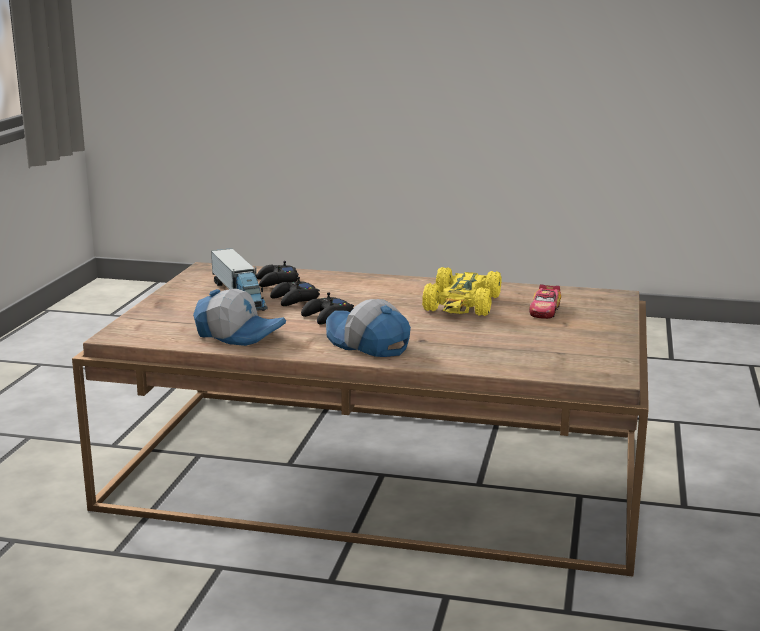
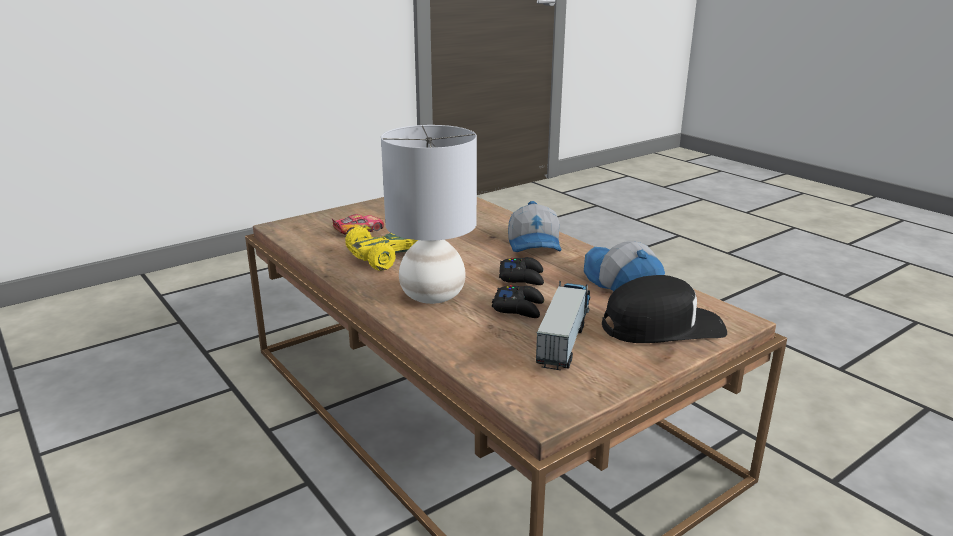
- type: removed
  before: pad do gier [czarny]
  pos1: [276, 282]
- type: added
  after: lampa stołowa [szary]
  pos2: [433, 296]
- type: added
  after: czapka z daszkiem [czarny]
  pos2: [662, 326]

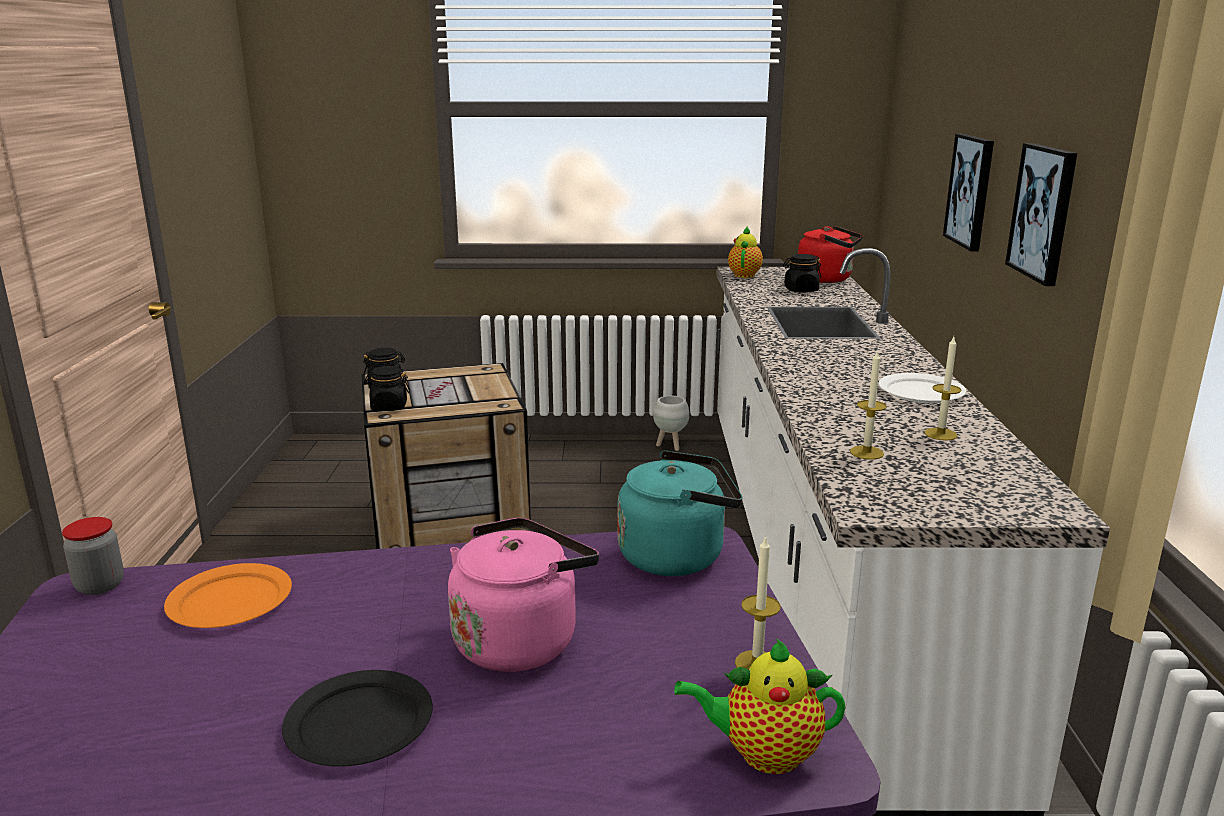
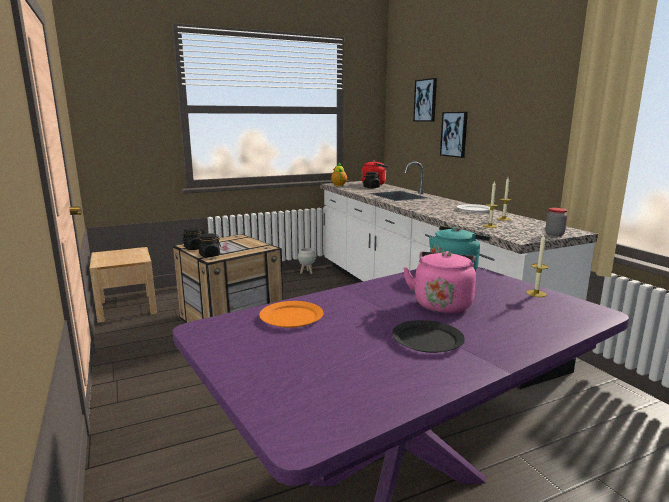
- type: removed
  before: imbryk
  pos1: [763, 754]
- type: added
  after: szafka nocna [beżowy]
  pos2: [127, 307]
- type: moved
  before: słoik
  pos1: [100, 585]
  pos2: [554, 234]
- type: moved
  before: obraz
  pos1: [1043, 212]
  pos2: [425, 100]

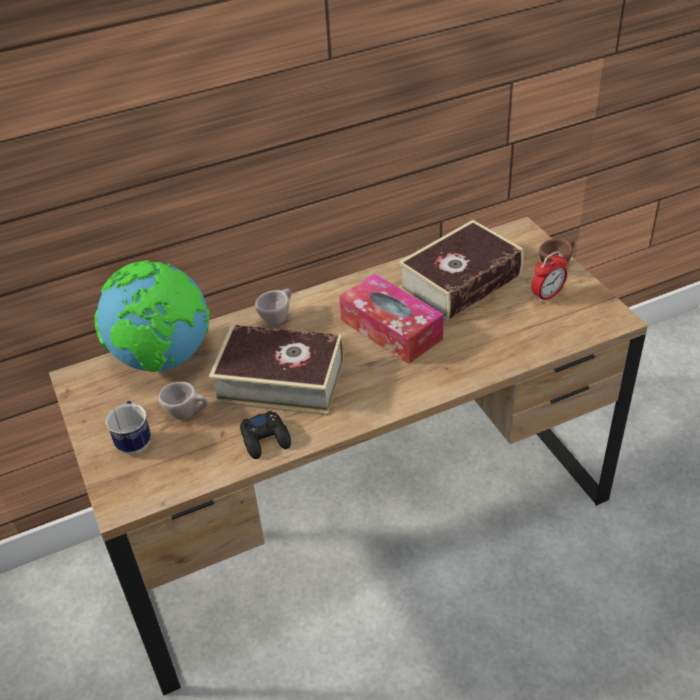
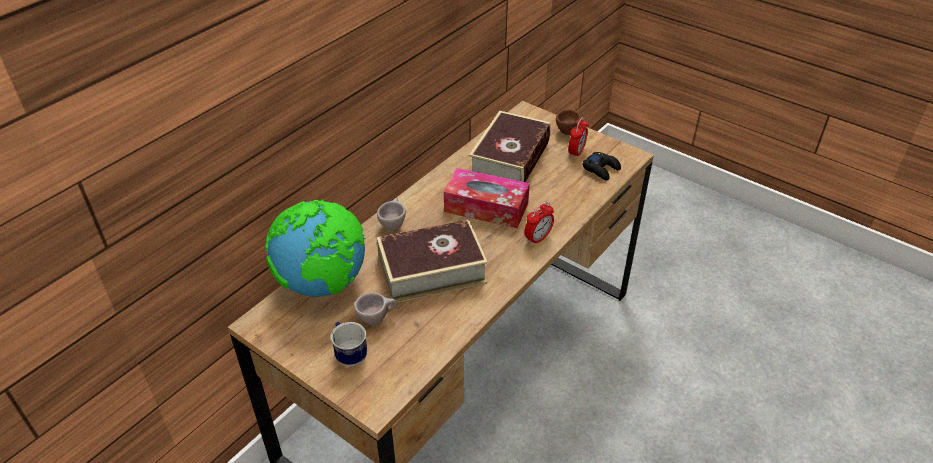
- type: added
  after: budzik
  pos2: [538, 238]
- type: moved
  before: pad do gier [czarny]
  pos1: [266, 439]
  pos2: [601, 169]

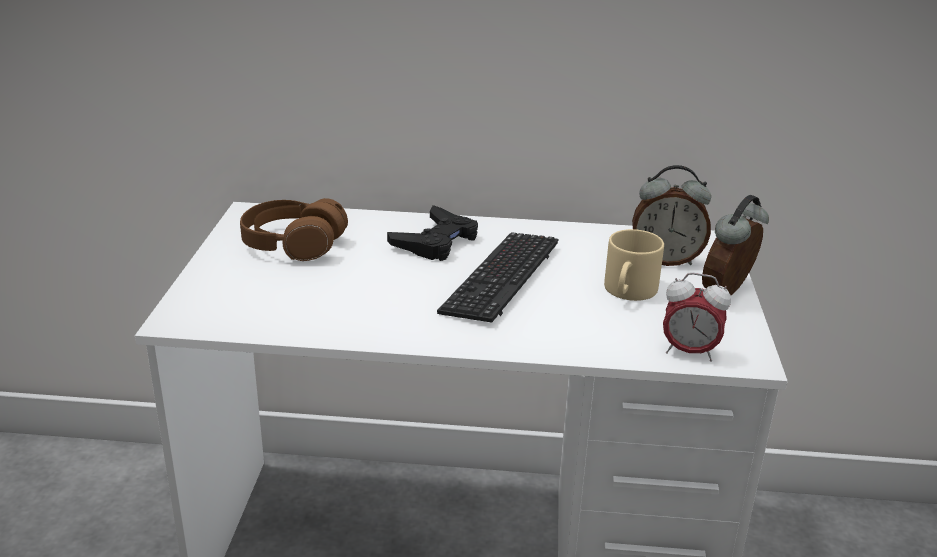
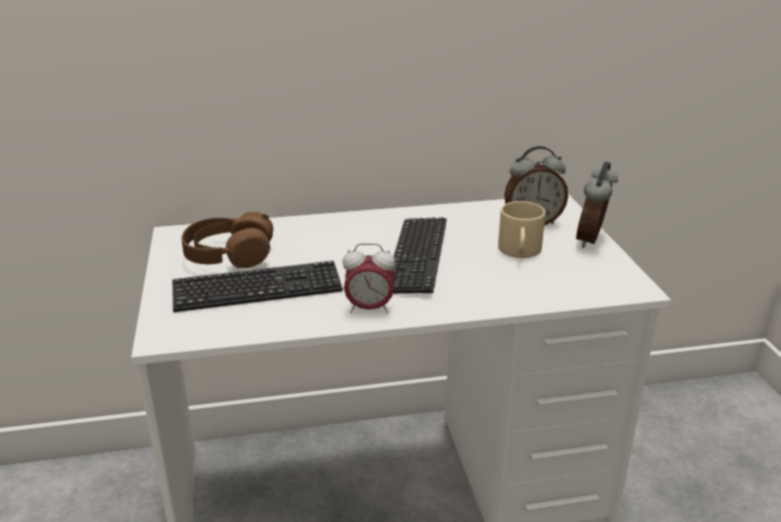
- type: removed
  before: pad do gier [czarny]
  pos1: [436, 242]
- type: added
  after: klawiatura
  pos2: [257, 289]
- type: moved
  before: budzik
  pos1: [689, 352]
  pos2: [369, 308]

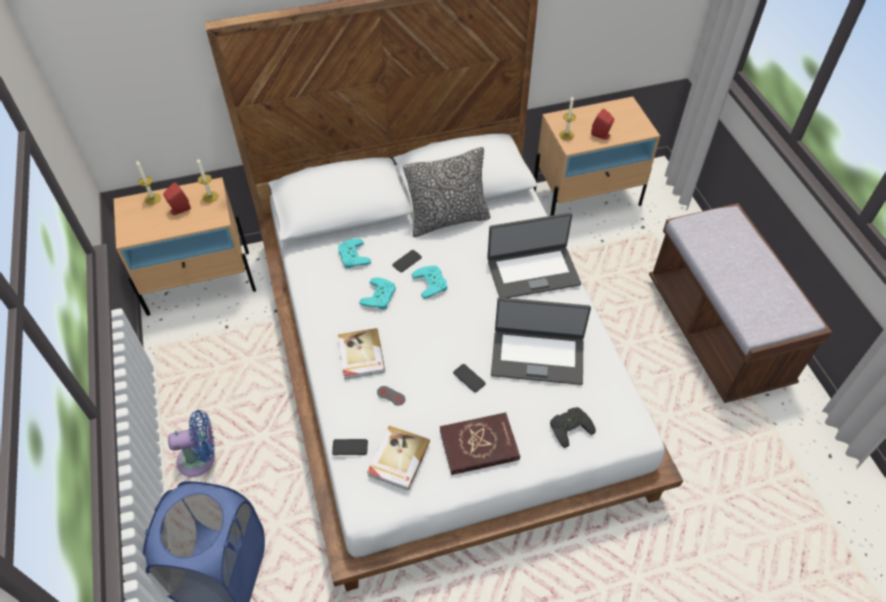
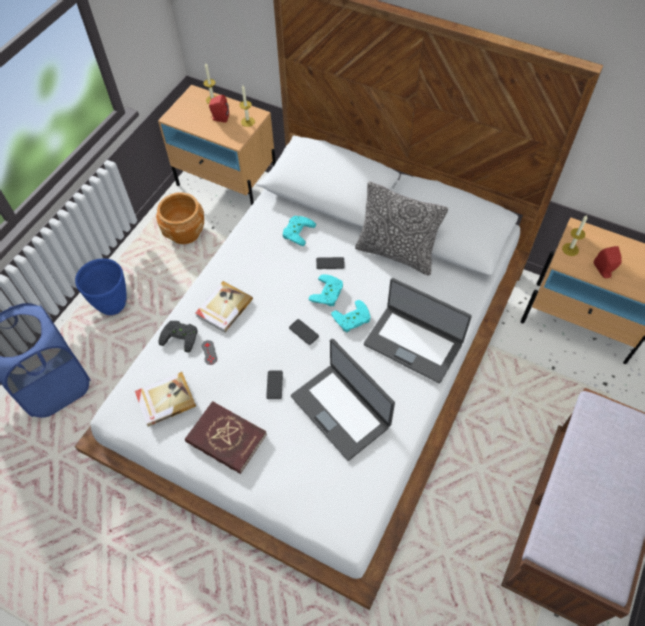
- type: added
  after: donica [brązowy]
  pos2: [185, 233]
- type: moved
  before: telefon
  pos1: [350, 447]
  pos2: [303, 332]
- type: moved
  before: pad do gier [turkusowy]
  pos1: [381, 297]
  pos2: [352, 320]
- type: moved
  before: pad do gier [czarny]
  pos1: [569, 426]
  pos2: [181, 335]
- type: replaced
  before: wentylator [niebieski]
  after: donica [niebieski]
  pos1: [201, 459]
  pos2: [112, 304]

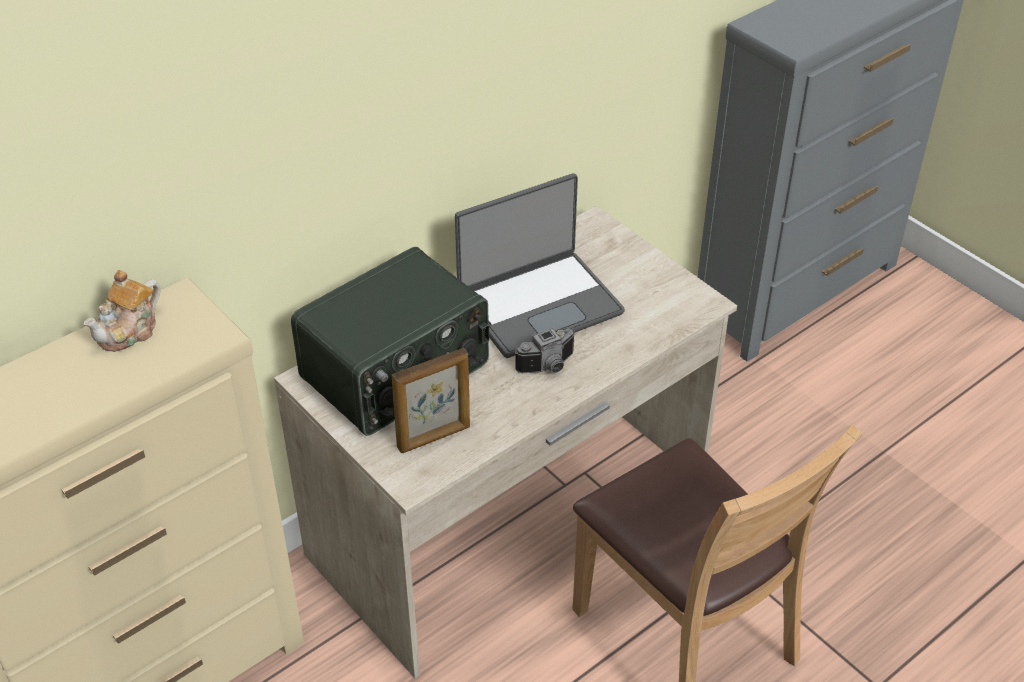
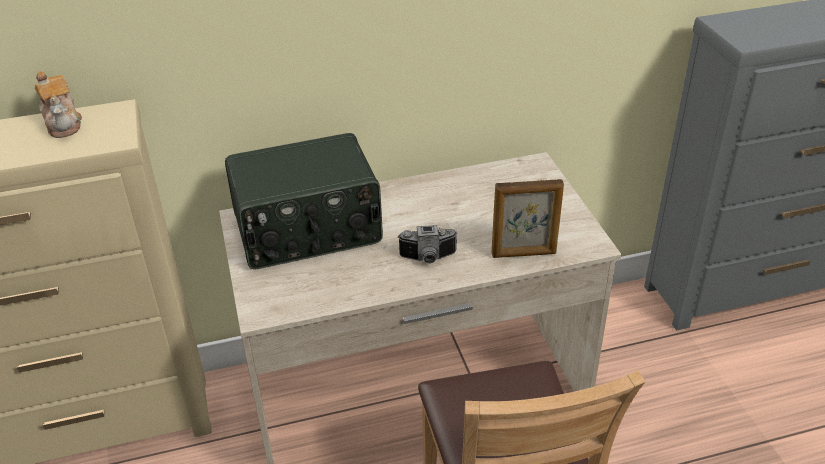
- type: removed
  before: laptop
  pos1: [539, 304]
- type: moved
  before: ramka na zdjęcie
  pos1: [434, 437]
  pos2: [524, 254]
- type: turned
  before: imbryk
  pos1: [130, 331]
  pos2: [63, 123]
  turn: -90

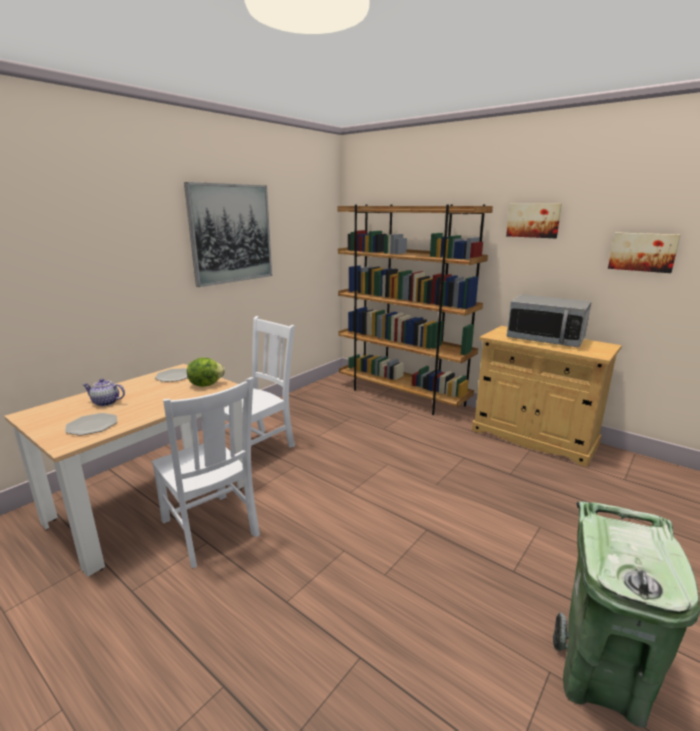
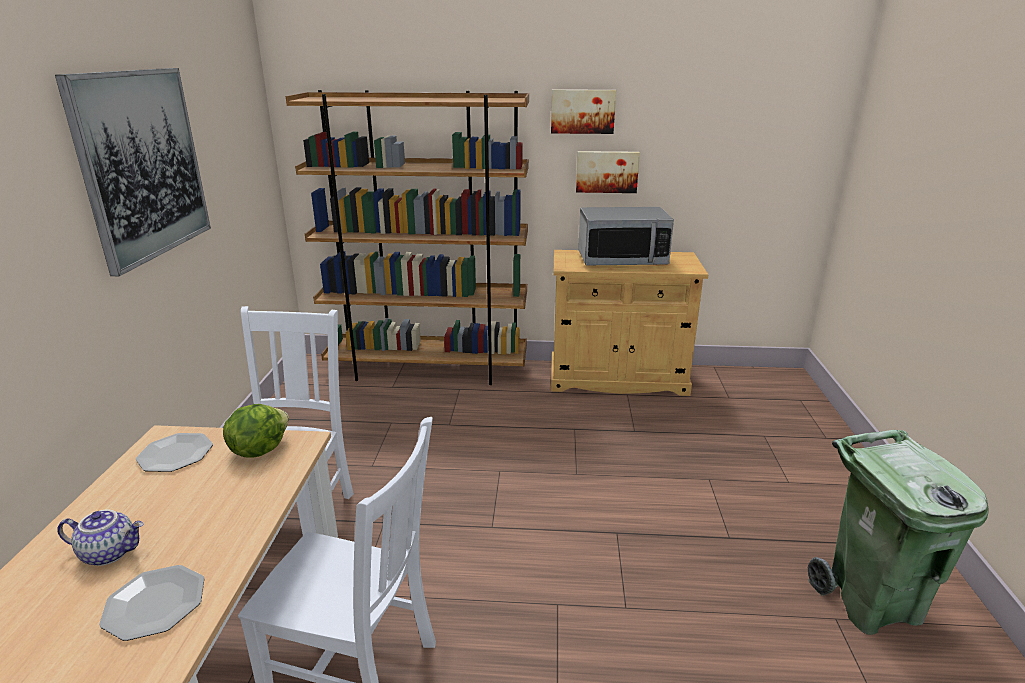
- type: moved
  before: obraz
  pos1: [642, 252]
  pos2: [607, 171]
- type: turned
  before: imbryk
  pos1: [105, 403]
  pos2: [110, 552]
  turn: -150

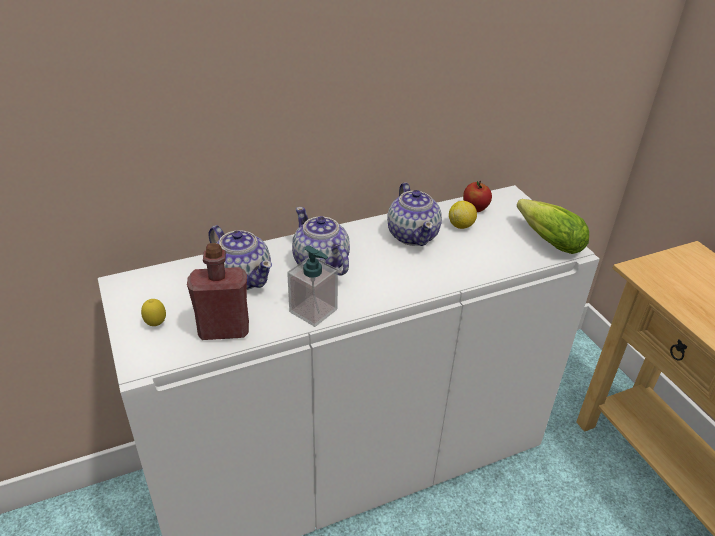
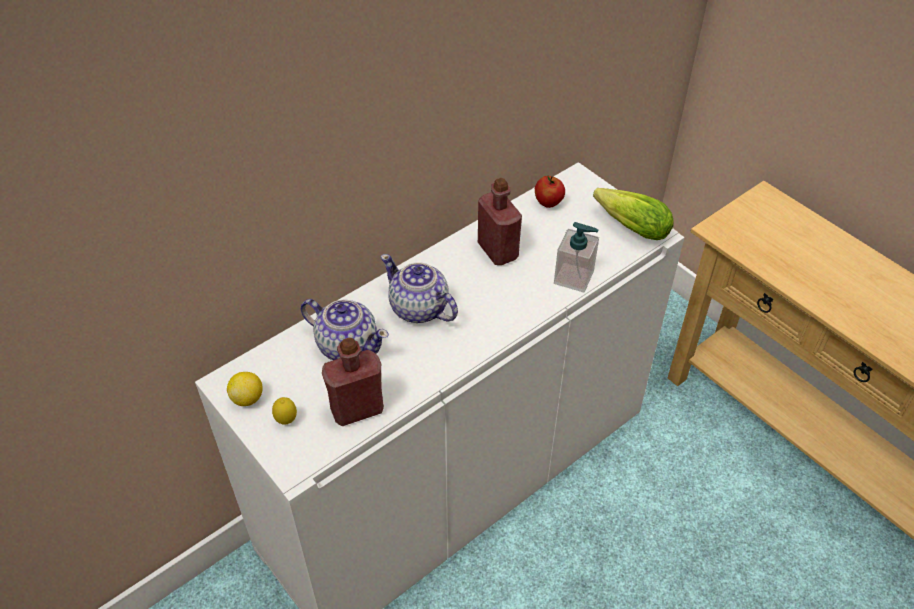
- type: moved
  before: dozownik mydła
  pos1: [313, 311]
  pos2: [574, 277]
- type: moved
  before: cytryna
  pos1: [461, 225]
  pos2: [248, 398]
- type: replaced
  before: imbryk
  after: butelka [czerwony]
  pos1: [413, 235]
  pos2: [497, 251]

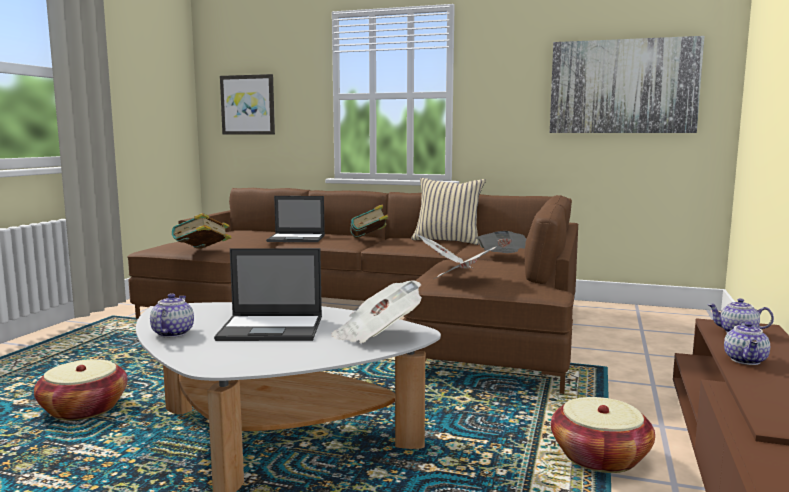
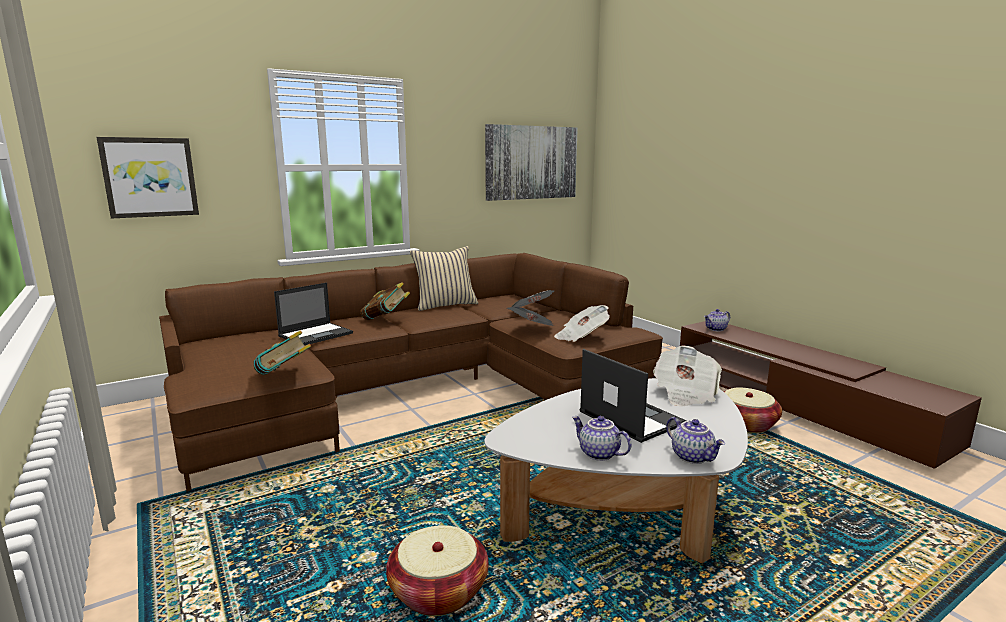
- type: moved
  before: imbryk
  pos1: [746, 360]
  pos2: [693, 457]
- type: turned
  before: laptop
  pos1: [272, 328]
  pos2: [630, 417]
  turn: -75

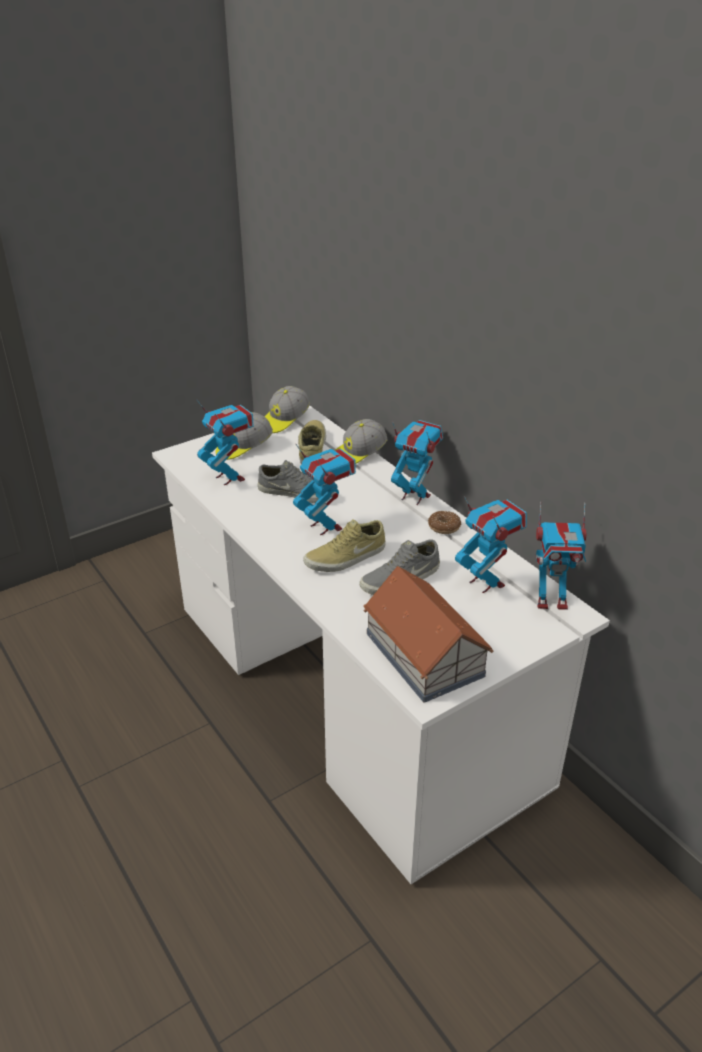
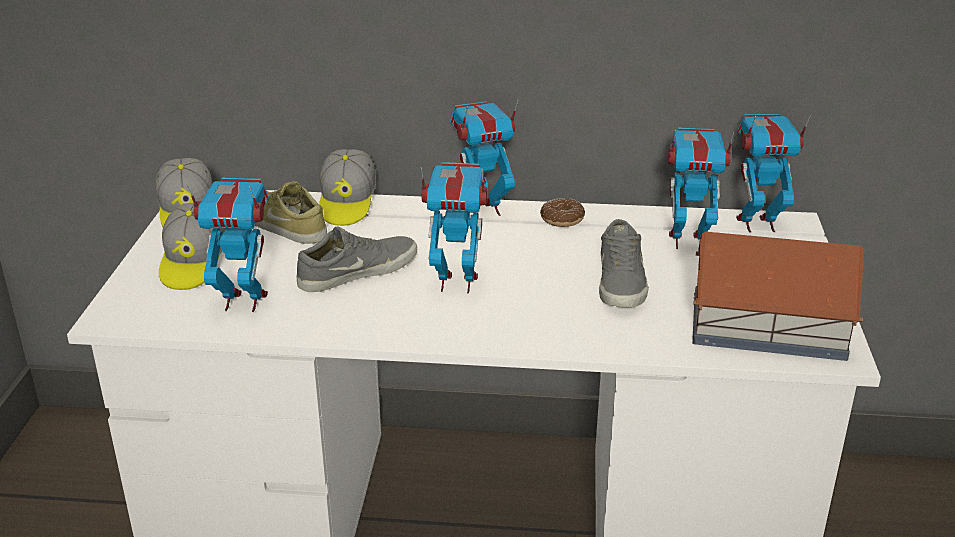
- type: removed
  before: but [beżowy]
  pos1: [346, 558]
- type: turned
  before: robot zabawkowy
  pos1: [551, 600]
  pos2: [757, 224]
  turn: -135

